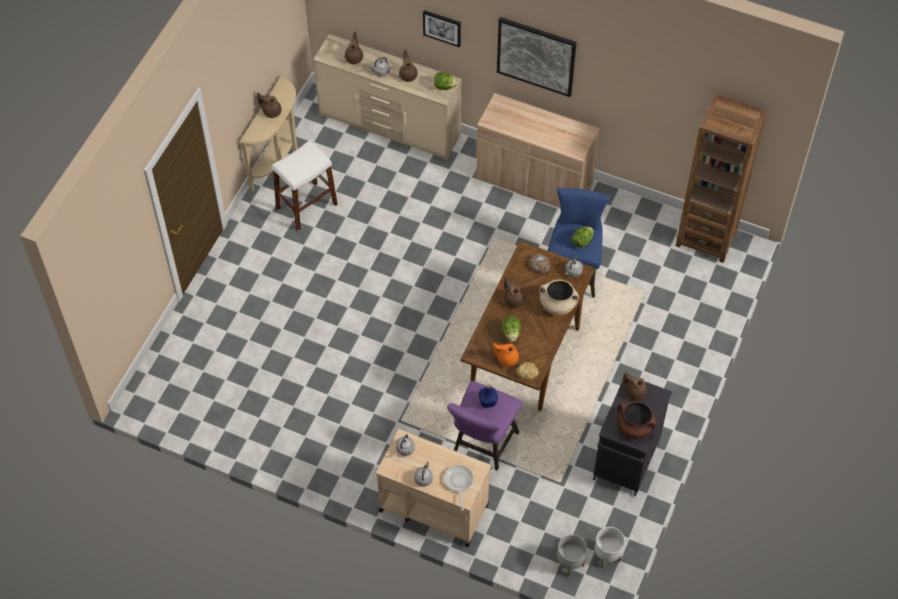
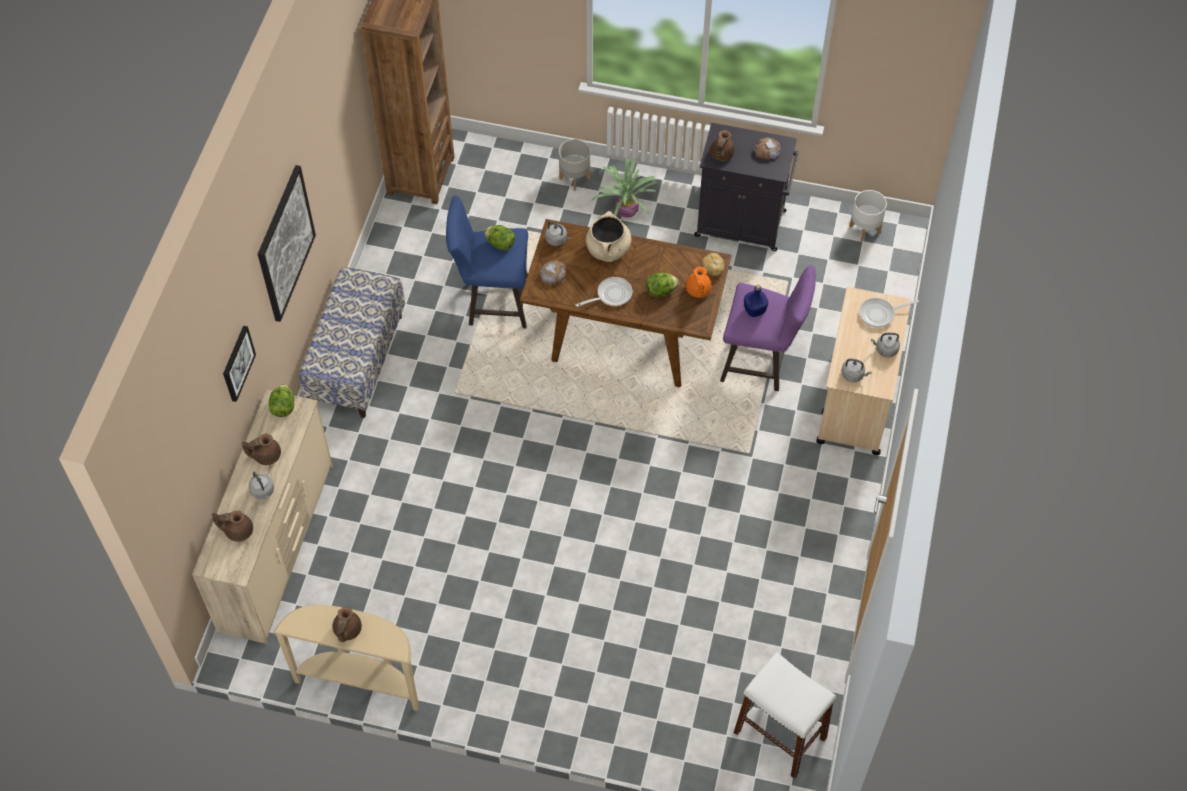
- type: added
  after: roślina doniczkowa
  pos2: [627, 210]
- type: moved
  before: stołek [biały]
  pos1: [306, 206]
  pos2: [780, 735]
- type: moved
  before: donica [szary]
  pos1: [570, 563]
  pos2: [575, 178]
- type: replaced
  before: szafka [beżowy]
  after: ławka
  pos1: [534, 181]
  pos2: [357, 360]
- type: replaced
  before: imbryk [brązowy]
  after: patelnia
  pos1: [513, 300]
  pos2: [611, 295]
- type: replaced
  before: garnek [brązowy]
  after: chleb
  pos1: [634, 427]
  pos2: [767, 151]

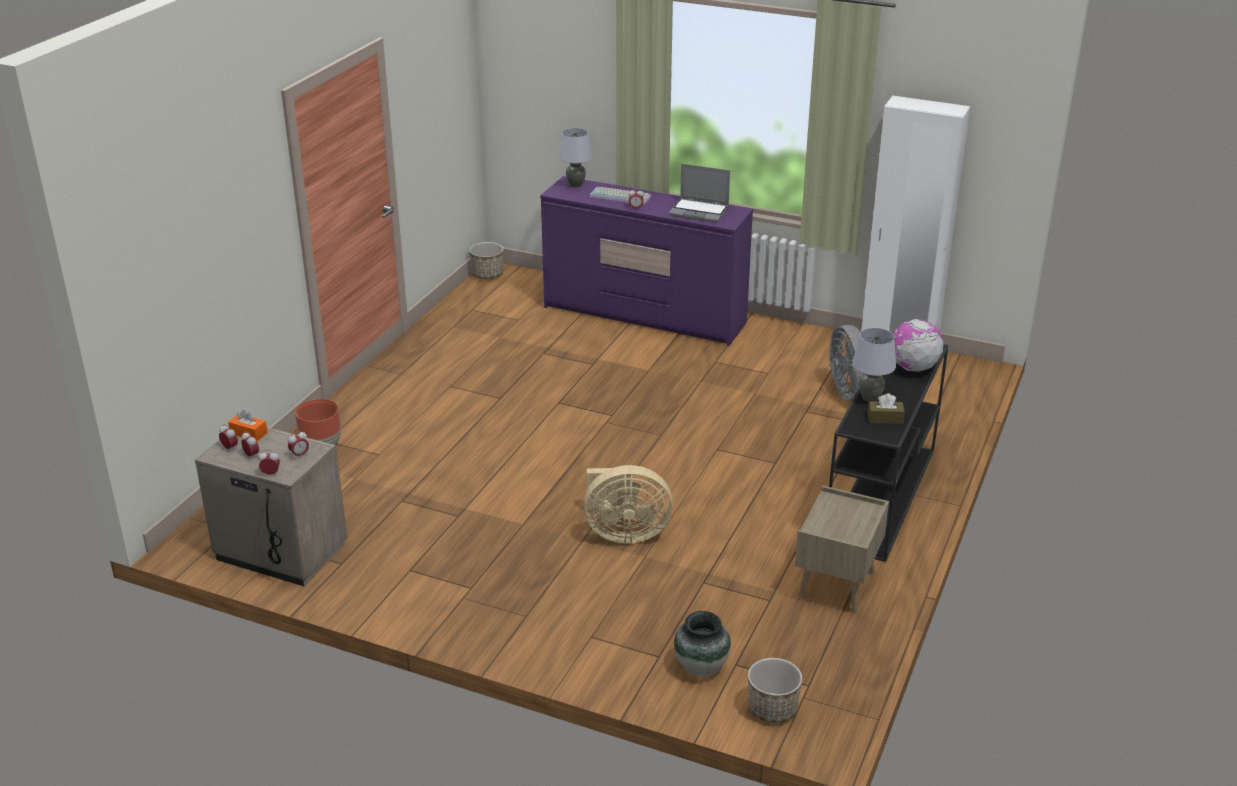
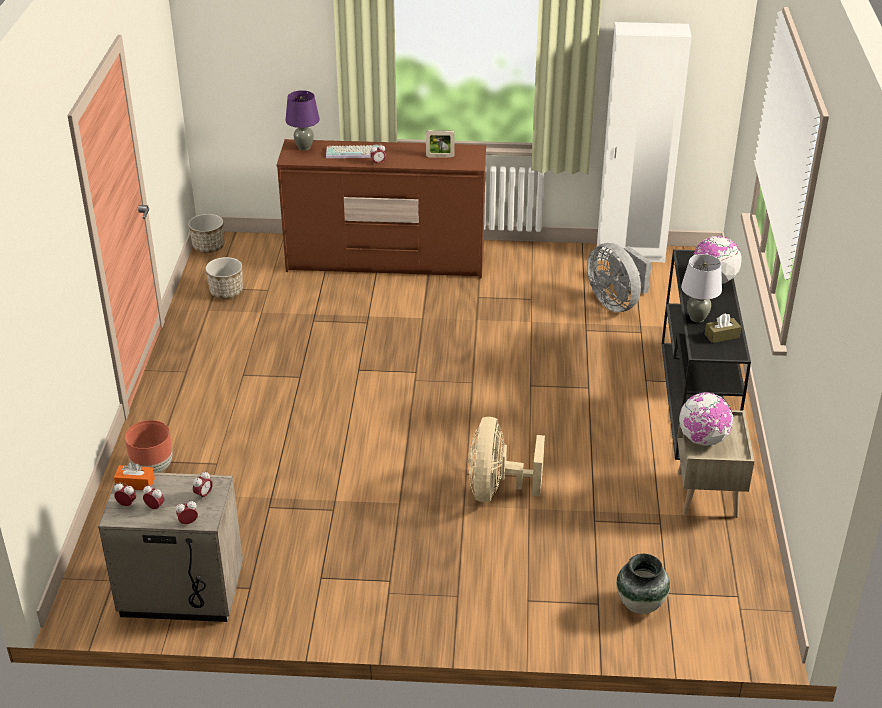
- type: added
  after: globus
  pos2: [703, 439]
- type: moved
  before: donica
  pos1: [772, 709]
  pos2: [226, 292]
- type: replaced
  before: laptop
  after: ramka na zdjęcie
  pos1: [699, 211]
  pos2: [440, 156]
- type: recoloured
  before: komoda [fioletowy]
  after: komoda [brązowy]
  pos1: [645, 315]
  pos2: [386, 262]
- type: recoloured
  before: lampa stołowa [szary]
  after: lampa stołowa [fioletowy]
  pos1: [575, 185]
  pos2: [304, 147]
- type: turned
  before: wentylator [beżowy]
  pos1: [624, 533]
  pos2: [497, 489]
  turn: 120

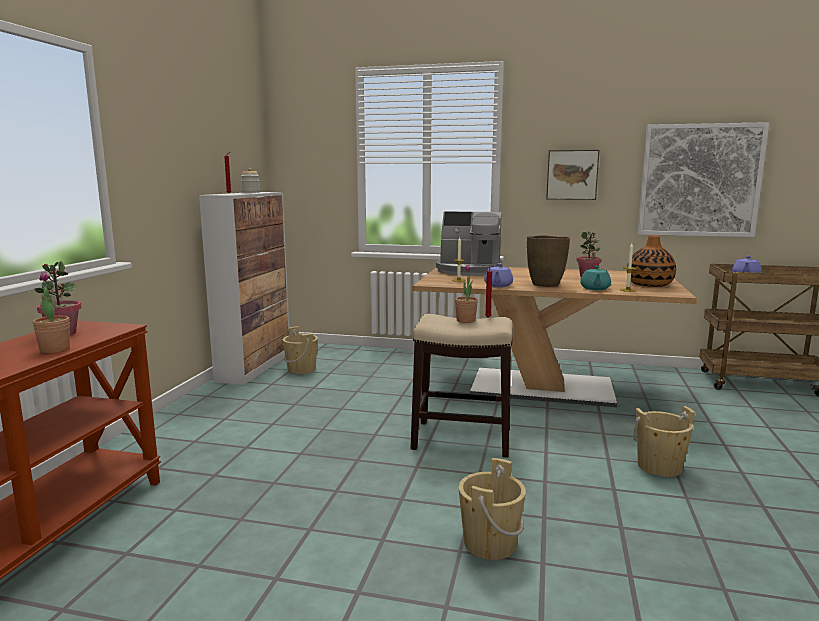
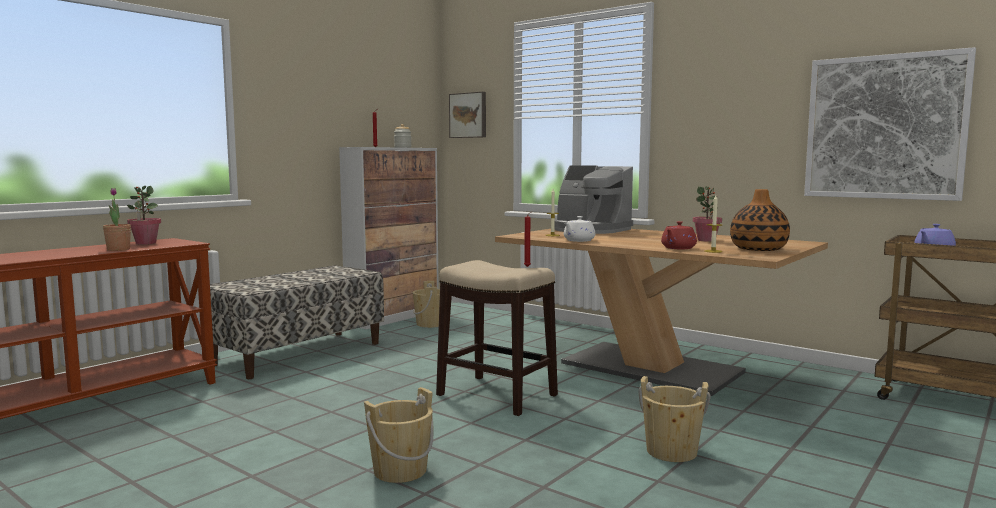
- type: removed
  before: roślina doniczkowa
  pos1: [465, 321]
- type: removed
  before: wazon [brązowy]
  pos1: [545, 285]
- type: added
  after: ławka
  pos2: [298, 354]
- type: moved
  before: obraz
  pos1: [572, 175]
  pos2: [469, 115]
- type: recoloured
  before: imbryk [fioletowy]
  after: imbryk [biały]
  pos1: [498, 285]
  pos2: [578, 240]
- type: recoloured
  before: imbryk [turkusowy]
  after: imbryk [czerwony]
  pos1: [595, 288]
  pos2: [678, 248]

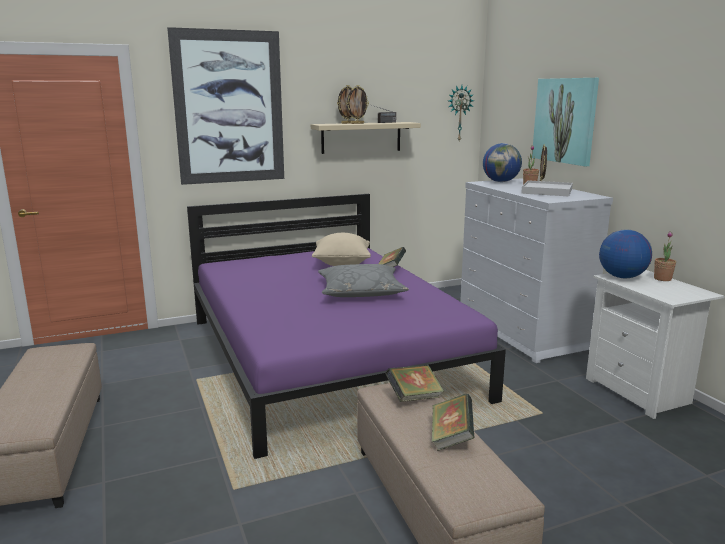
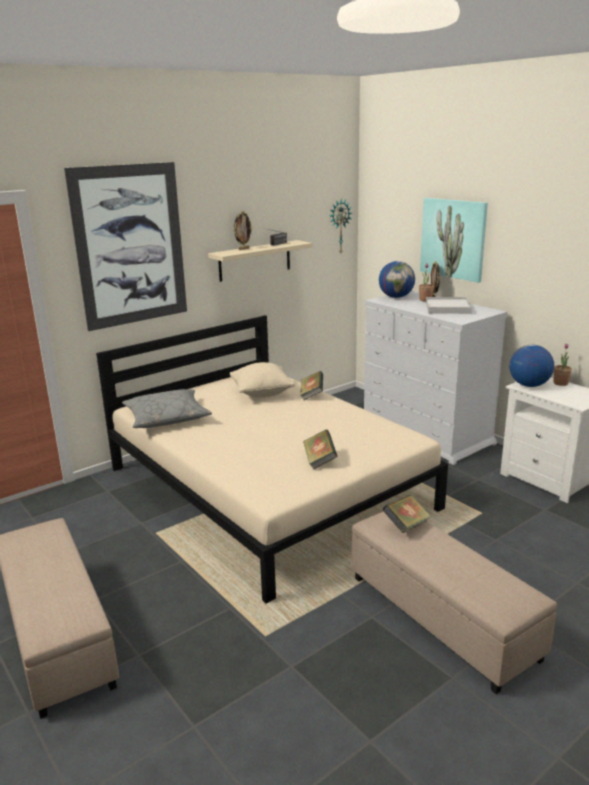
- type: removed
  before: ramka na zdjęcie
  pos1: [357, 123]
- type: moved
  before: poduszka [szary]
  pos1: [361, 291]
  pos2: [166, 418]
- type: moved
  before: książka
  pos1: [451, 437]
  pos2: [319, 460]
- type: recoloured
  before: łóżko [fioletowy]
  after: łóżko [beżowy]
  pos1: [328, 356]
  pos2: [268, 487]

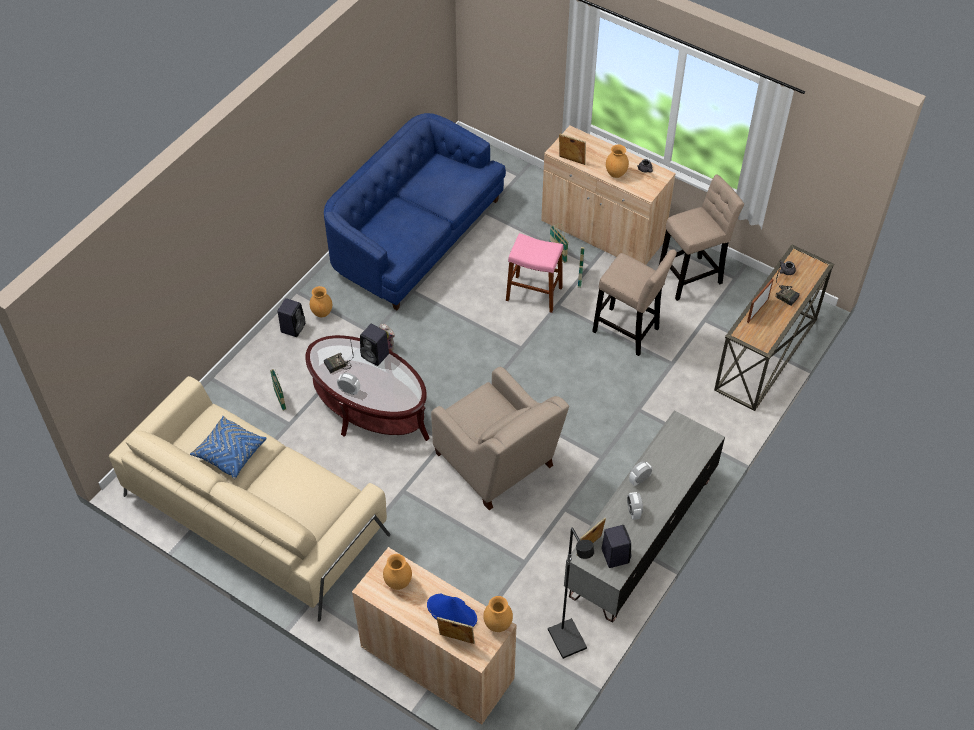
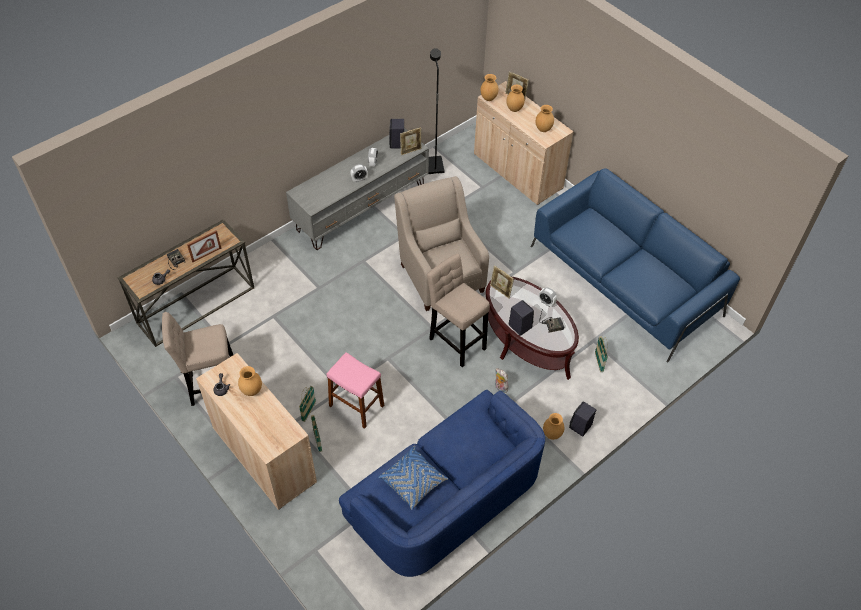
- type: moved
  before: poduszka [niebieski]
  pos1: [230, 452]
  pos2: [413, 482]
- type: moved
  before: ramka na zdjęcie
  pos1: [571, 161]
  pos2: [500, 291]
- type: moved
  before: stołek [beżowy]
  pos1: [628, 332]
  pos2: [456, 341]
- type: replaced
  before: kapelusz [niebieski]
  after: wazon [brązowy]
  pos1: [452, 612]
  pos2: [514, 109]
- type: recoloured
  before: kanapa [beżowy]
  after: kanapa [niebieski]
  pos1: [255, 515]
  pos2: [625, 280]

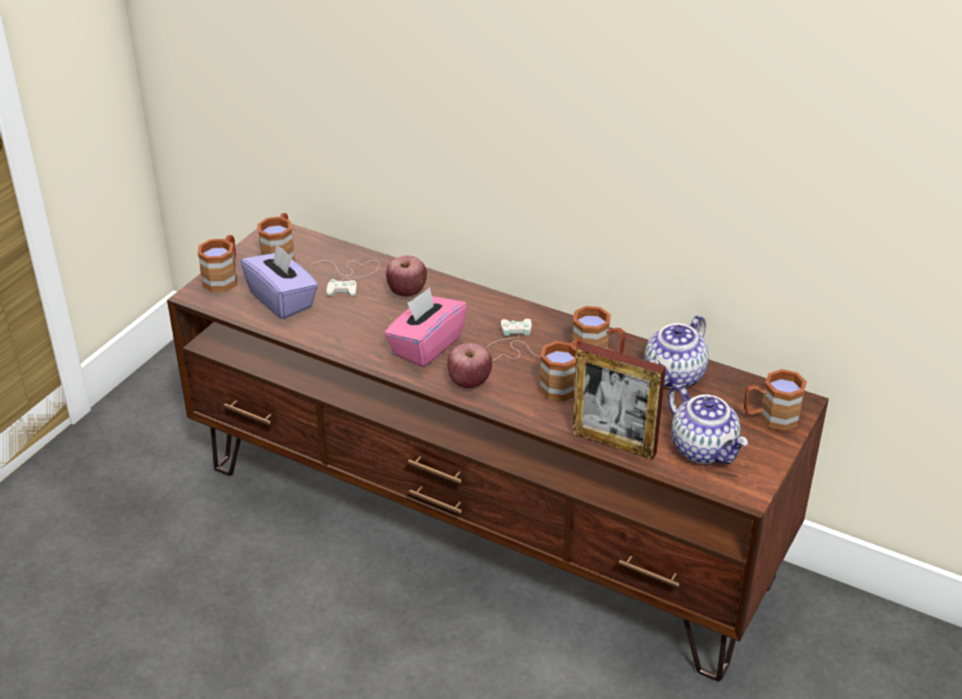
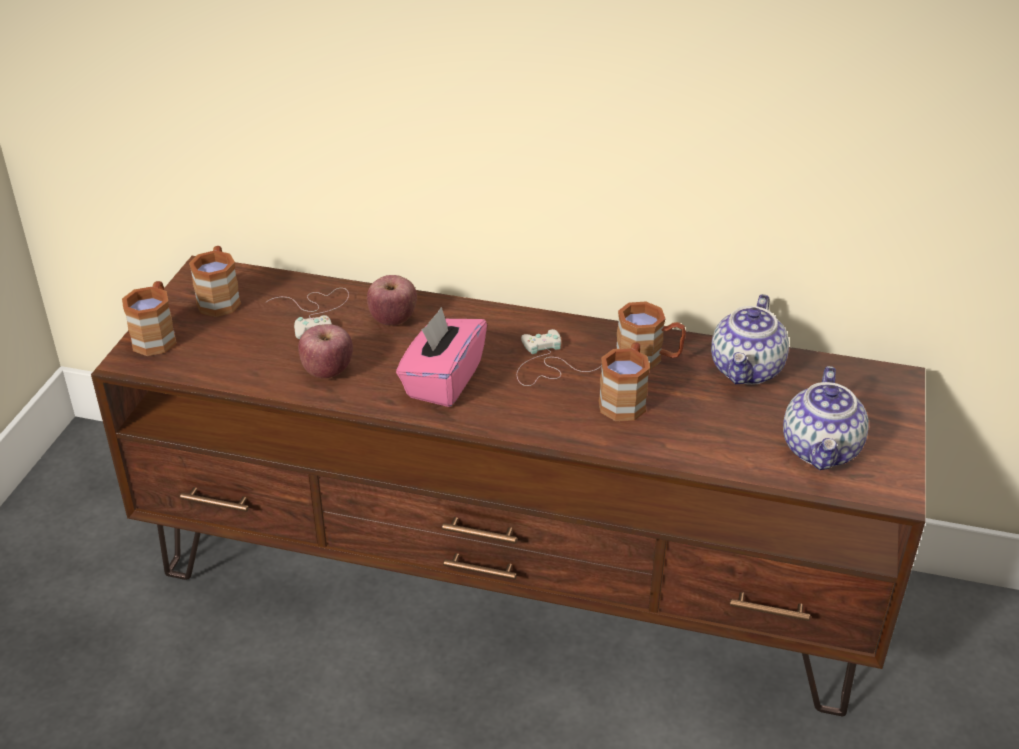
- type: removed
  before: pudełko chusteczek [fioletowy]
  pos1: [282, 300]
- type: removed
  before: ramka na zdjęcie
  pos1: [614, 443]
- type: removed
  before: kubek [brązowy]
  pos1: [770, 417]
- type: moved
  before: jabłko
  pos1: [469, 382]
  pos2: [327, 371]
- type: turned
  before: imbryk
  pos1: [704, 449]
  pos2: [821, 450]
  turn: 60

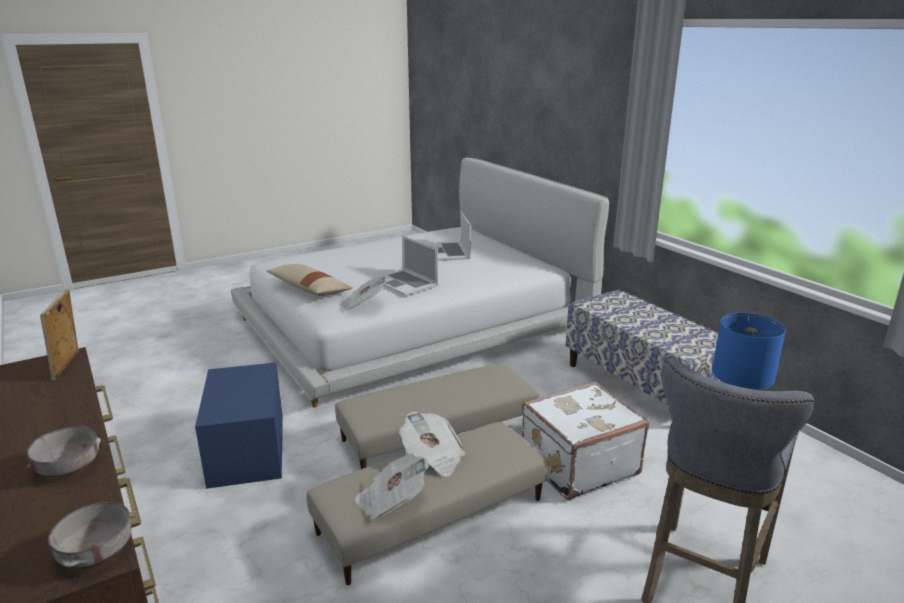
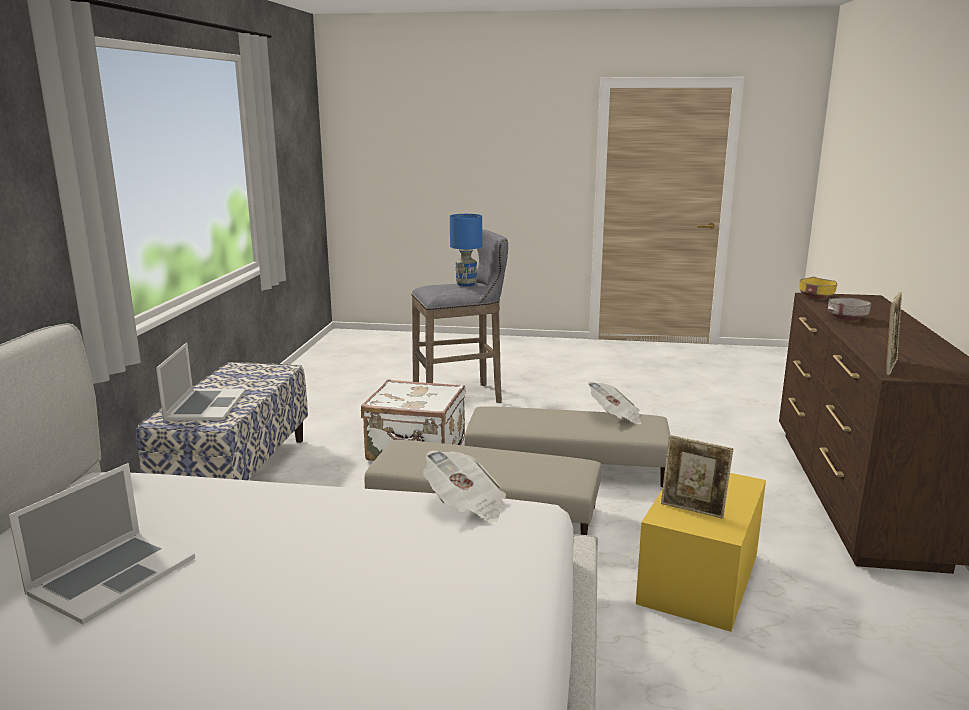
- type: removed
  before: poduszka [beżowy]
  pos1: [309, 289]
- type: removed
  before: gazeta
  pos1: [433, 458]
- type: added
  after: ramka na zdjęcie
  pos2: [693, 510]
- type: moved
  before: laptop
  pos1: [405, 282]
  pos2: [205, 405]
- type: recoloured
  before: miska [szary]
  after: miska [żółty]
  pos1: [97, 551]
  pos2: [816, 297]
- type: recoloured
  before: pojemnik do przechowywania [niebieski]
  after: pojemnik do przechowywania [żółty]
  pos1: [247, 450]
  pos2: [699, 578]

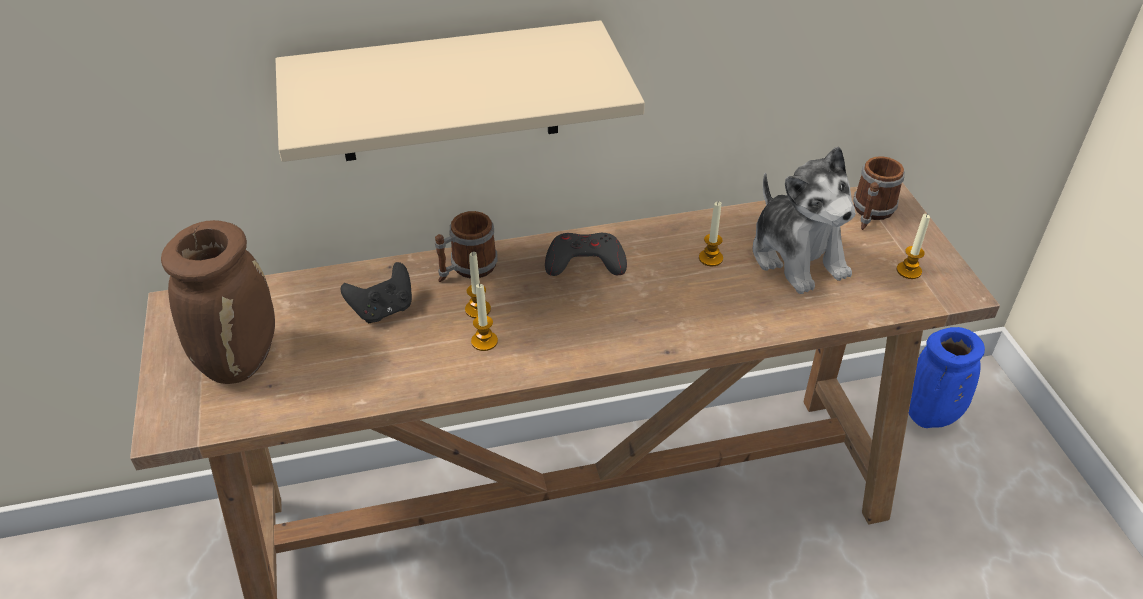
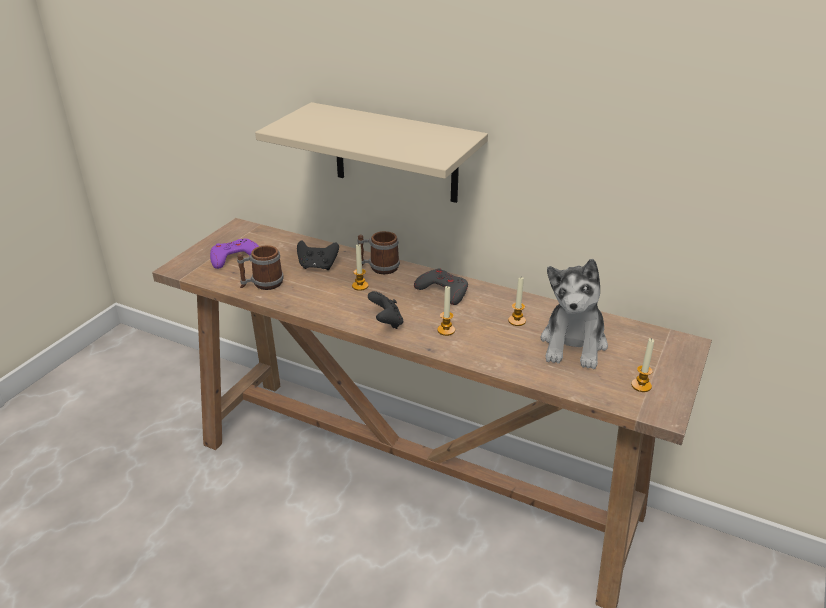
- type: removed
  before: wazon [niebieski]
  pos1: [929, 417]
- type: added
  after: pad do gier [czarny]
  pos2: [386, 322]
- type: moved
  before: świeca
  pos1: [484, 341]
  pos2: [446, 330]
- type: moved
  before: kubek
  pos1: [871, 213]
  pos2: [262, 284]
- type: replaced
  before: wazon [brązowy]
  after: pad do gier [fioletowy]
  pos1: [240, 360]
  pos2: [235, 257]

